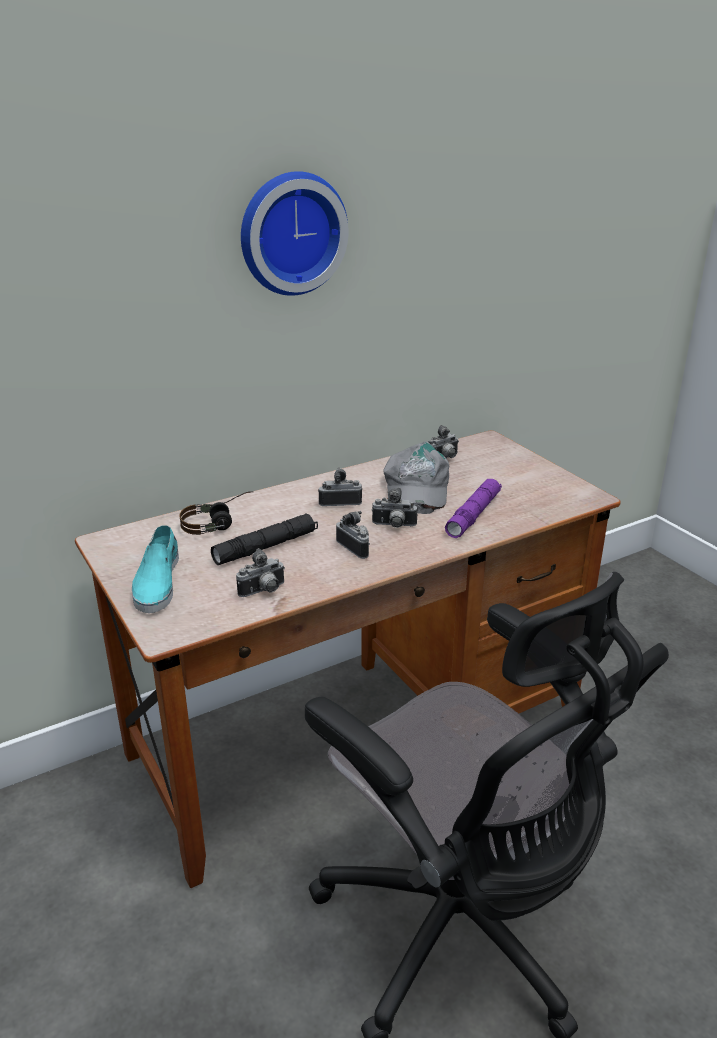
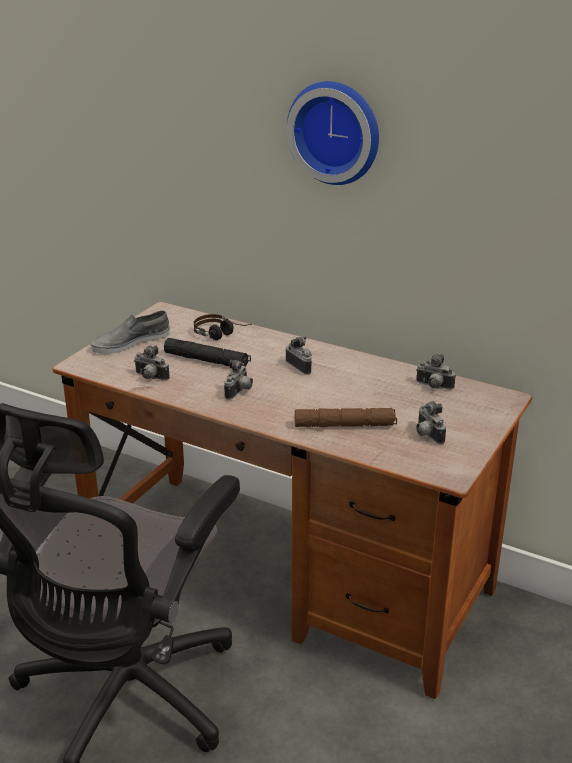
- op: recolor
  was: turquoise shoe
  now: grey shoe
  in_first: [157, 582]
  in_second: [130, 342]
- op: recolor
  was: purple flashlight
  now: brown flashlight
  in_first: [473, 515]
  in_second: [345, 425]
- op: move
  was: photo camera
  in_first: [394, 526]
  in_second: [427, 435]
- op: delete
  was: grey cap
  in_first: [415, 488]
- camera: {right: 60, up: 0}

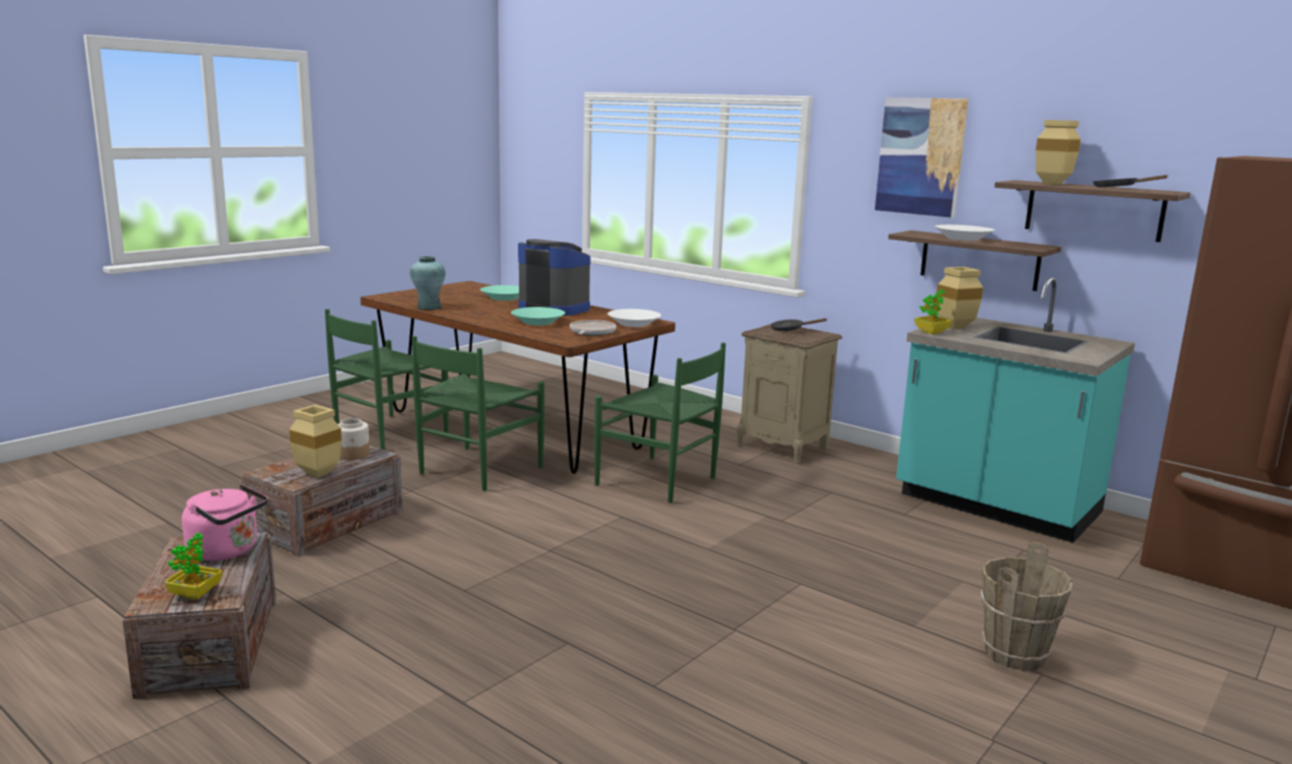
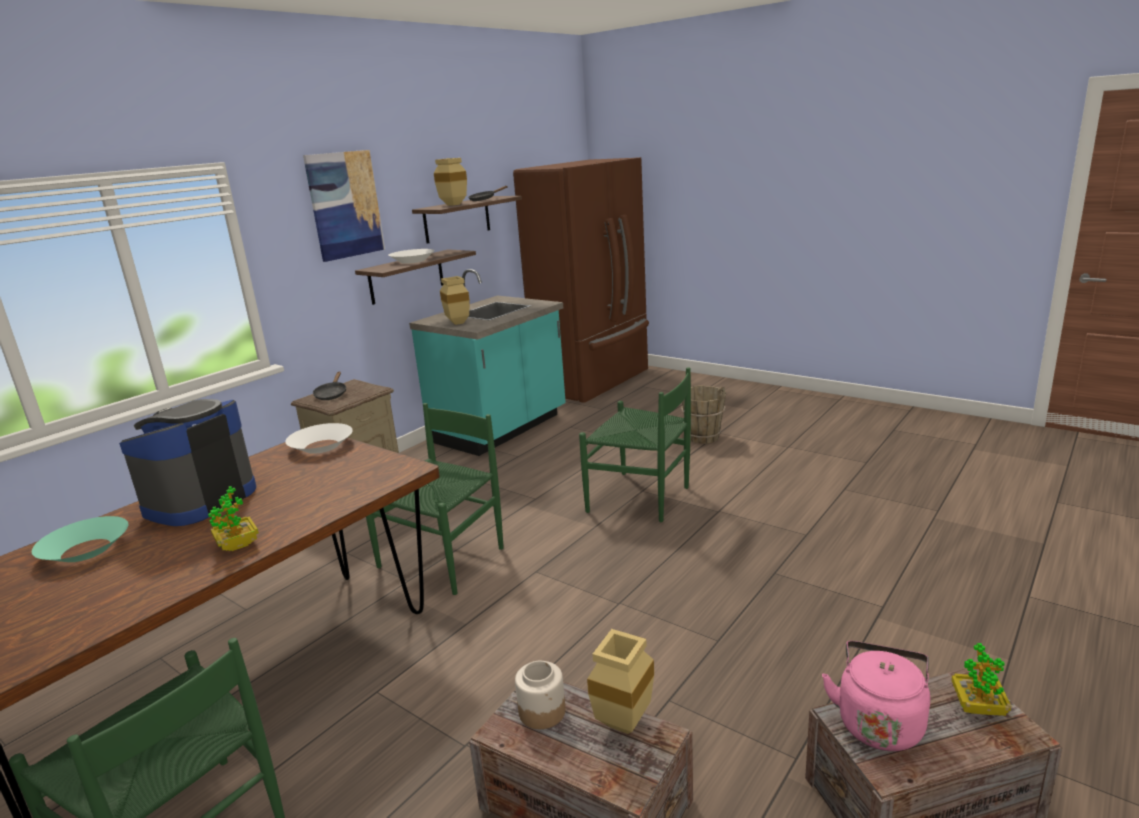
- op: move
  was: potted plant
  in_first: [931, 332]
  in_second: [238, 545]
- op: move
  was: green chair
  in_first: [477, 470]
  in_second: [640, 498]
- op: delete
  was: turquoise vase
  in_first: [429, 307]
- op: delete
  was: turquoise bowl
  in_first: [538, 322]
- op: delete
  was: frying pan
  in_first: [591, 332]
- camera: {right: -90, up: 5}

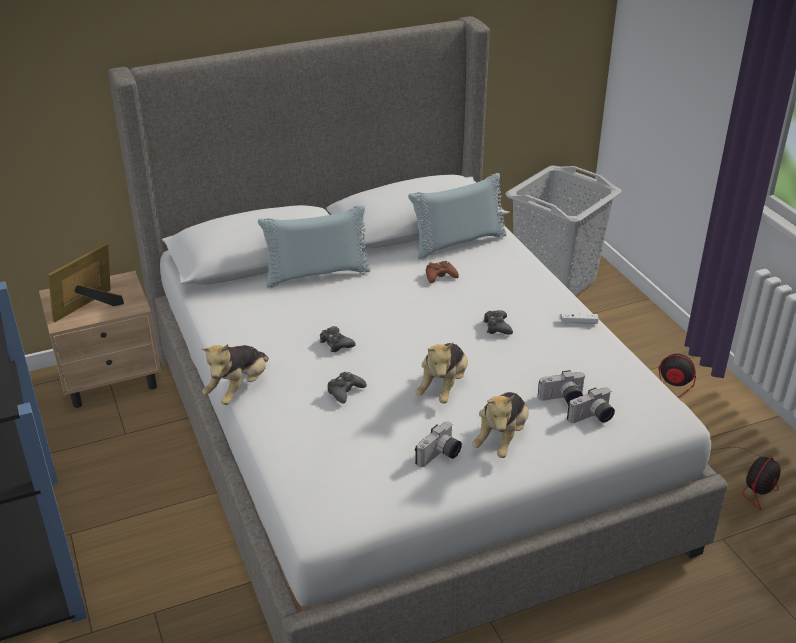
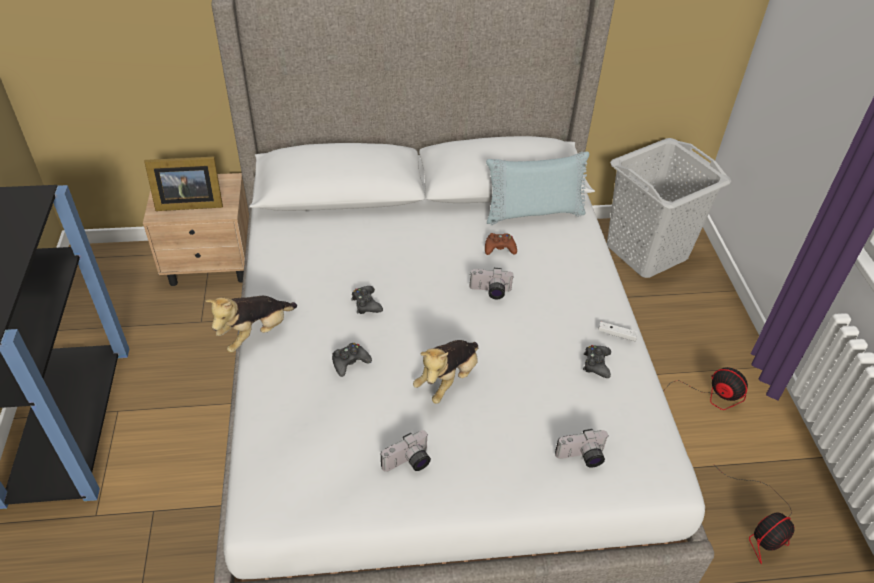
- op: rotate
  was: picture frame
  in_first: [90, 307]
  in_second: [187, 203]
  clockwise: -150
- op: move
  was: photo camera
  in_first: [562, 399]
  in_second: [490, 292]
- op: move
  was: black game controller
  in_first: [497, 327]
  in_second: [596, 364]
- op: delete
  was: blue pillow
  in_first: [317, 274]
- op: delete
  was: plush toy
  in_first: [501, 438]
- camera: {right: 15, up: 10}

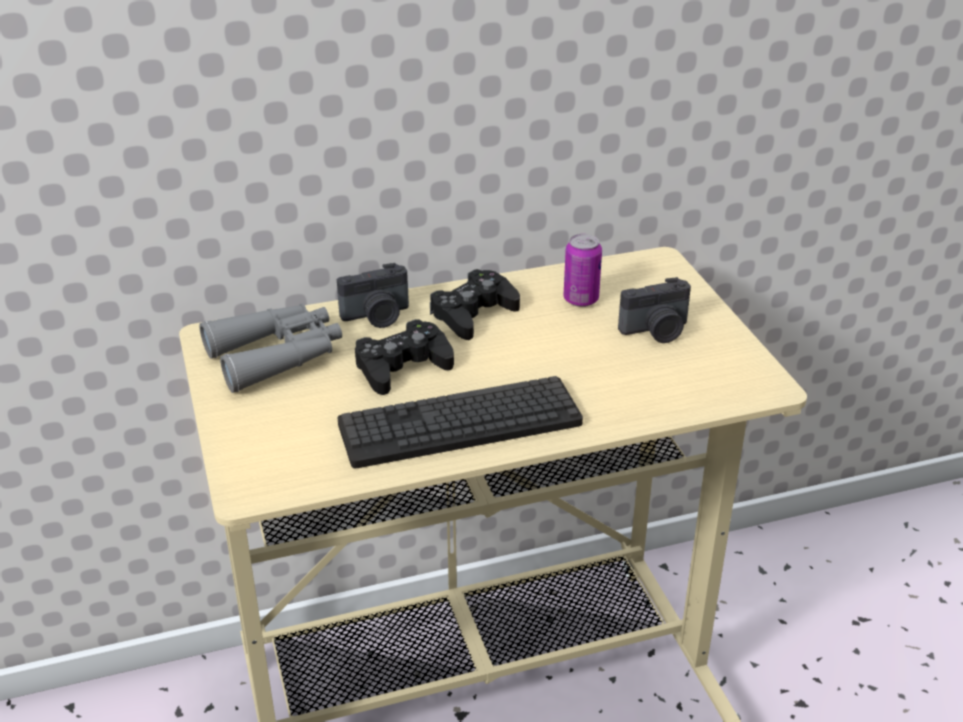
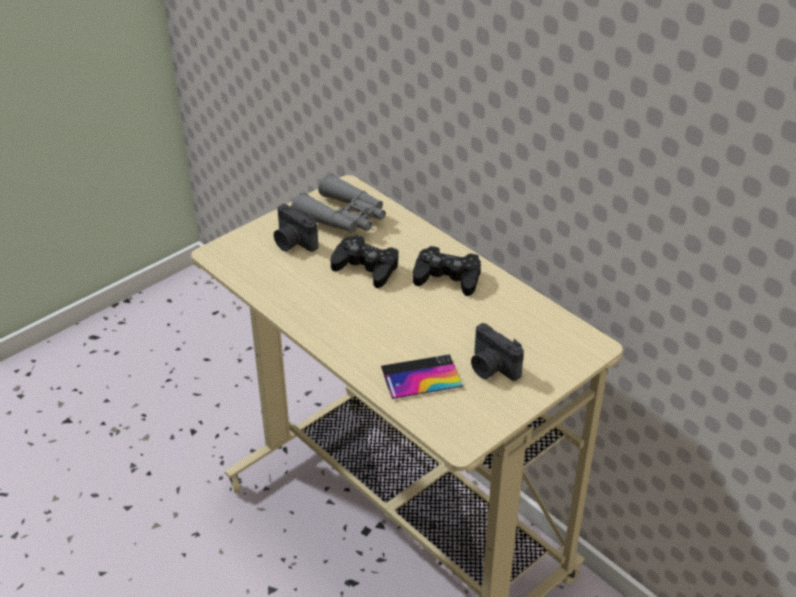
- op: move
  was: photo camera
  in_first: [377, 316]
  in_second: [293, 243]
- op: insert
  now: phone
  in_second: [421, 377]
- op: delete
  was: keyboard
  in_first: [460, 424]
- op: delete
  was: can
  in_first: [581, 299]
- camera: {right: 65, up: 5}

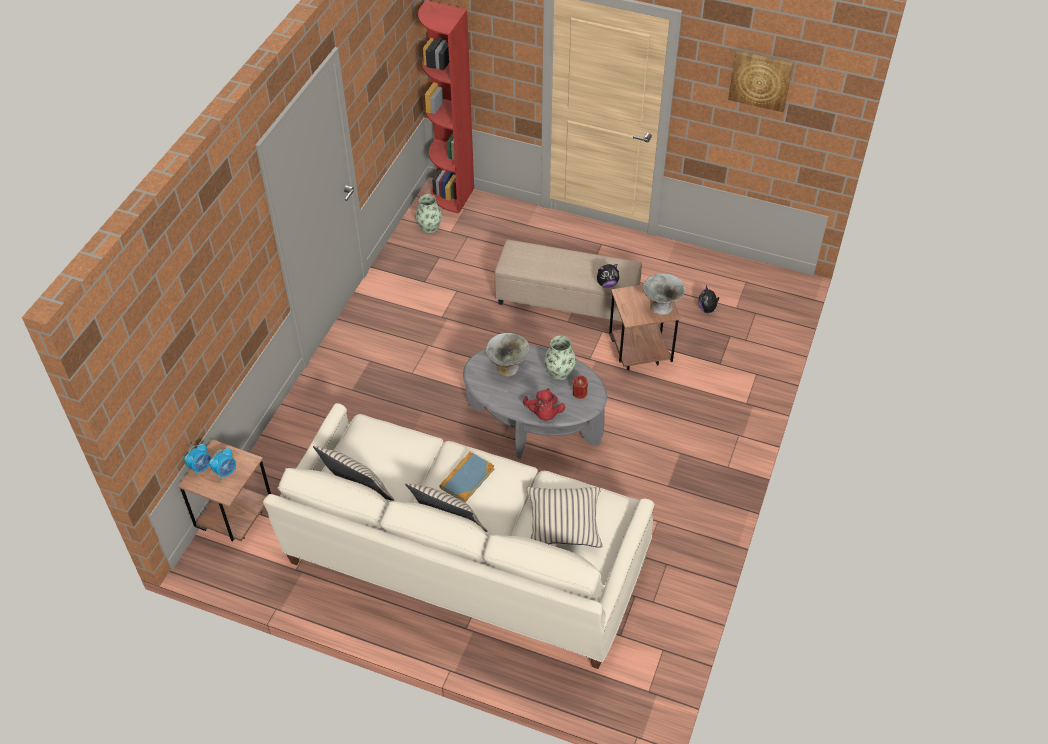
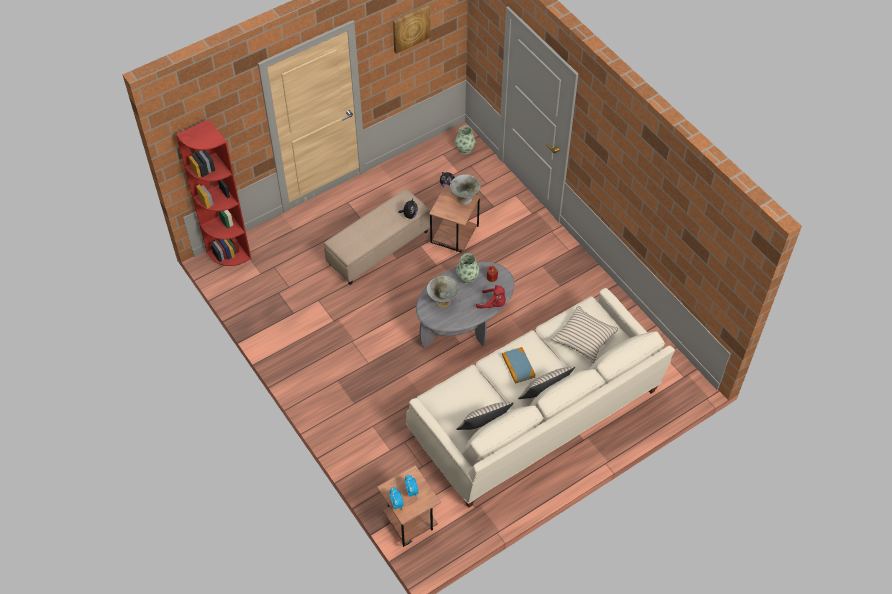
- op: move
  was: vase
  in_first: [429, 227]
  in_second: [465, 149]
- camera: {right: -55, up: 5}

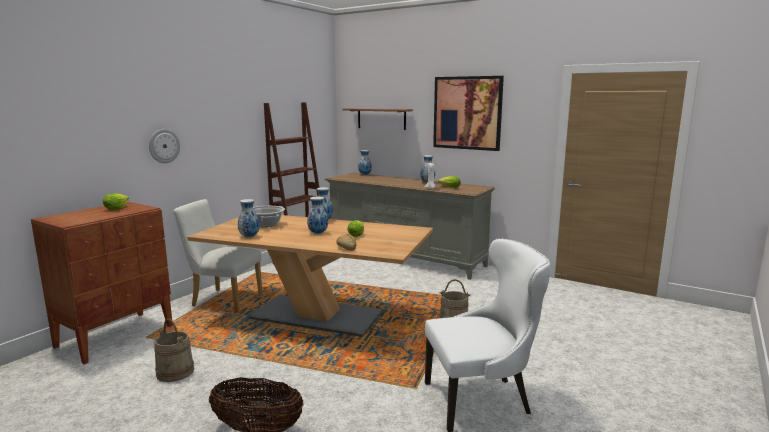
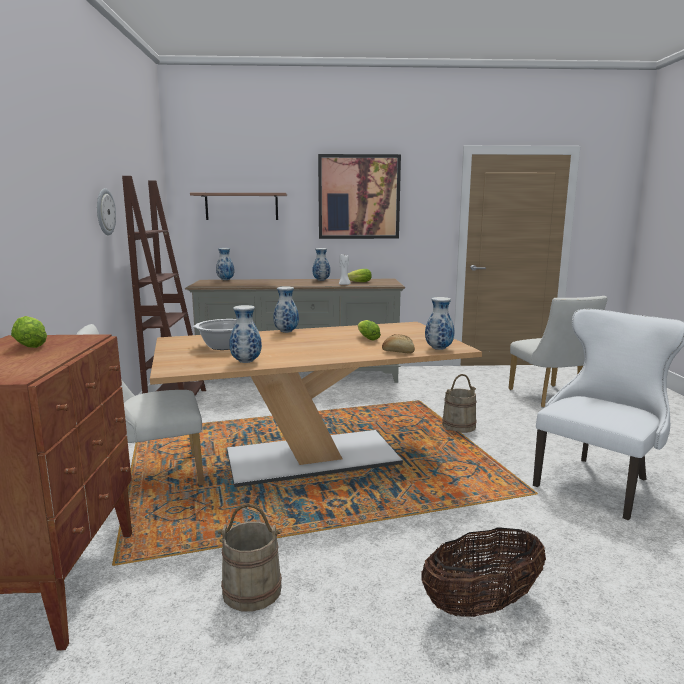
- op: move
  was: wall clock
  in_first: [164, 146]
  in_second: [104, 212]
- op: move
  was: vase
  in_first: [318, 233]
  in_second: [438, 348]
- op: insert
  now: white chair
  in_second: [550, 398]
- camera: {right: -35, up: 0}

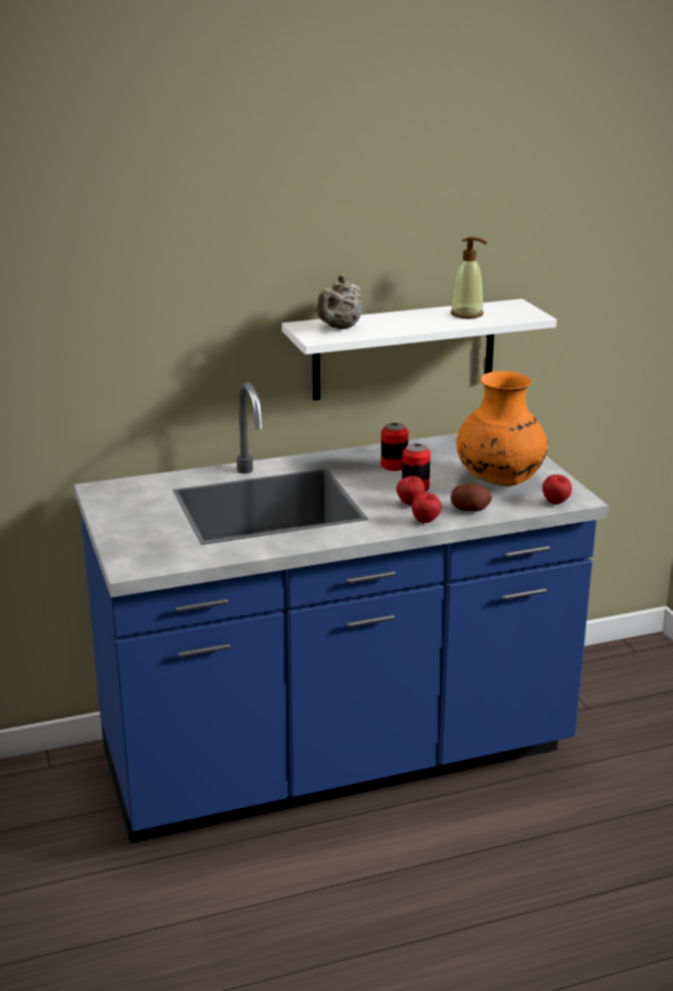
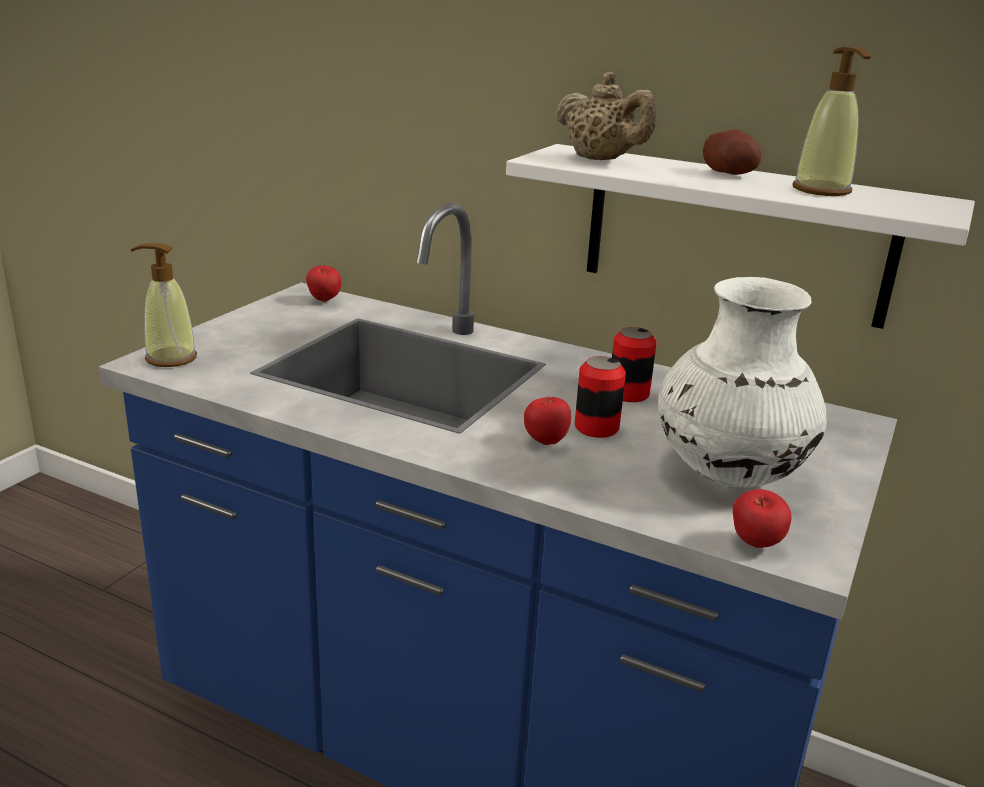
- op: insert
  now: soap dispenser
  in_second: [170, 358]
- op: move
  was: apple
  in_first: [426, 522]
  in_second: [324, 301]
- op: rotate
  was: beige teapot
  in_first: [340, 328]
  in_second: [601, 160]
  clockwise: -120
- op: recolor
  was: orange vase
  now: white vase
  in_first: [499, 482]
  in_second: [728, 474]
- op: move
  was: potato
  in_first: [470, 509]
  in_second: [729, 174]
- camera: {right: 45, up: 0}

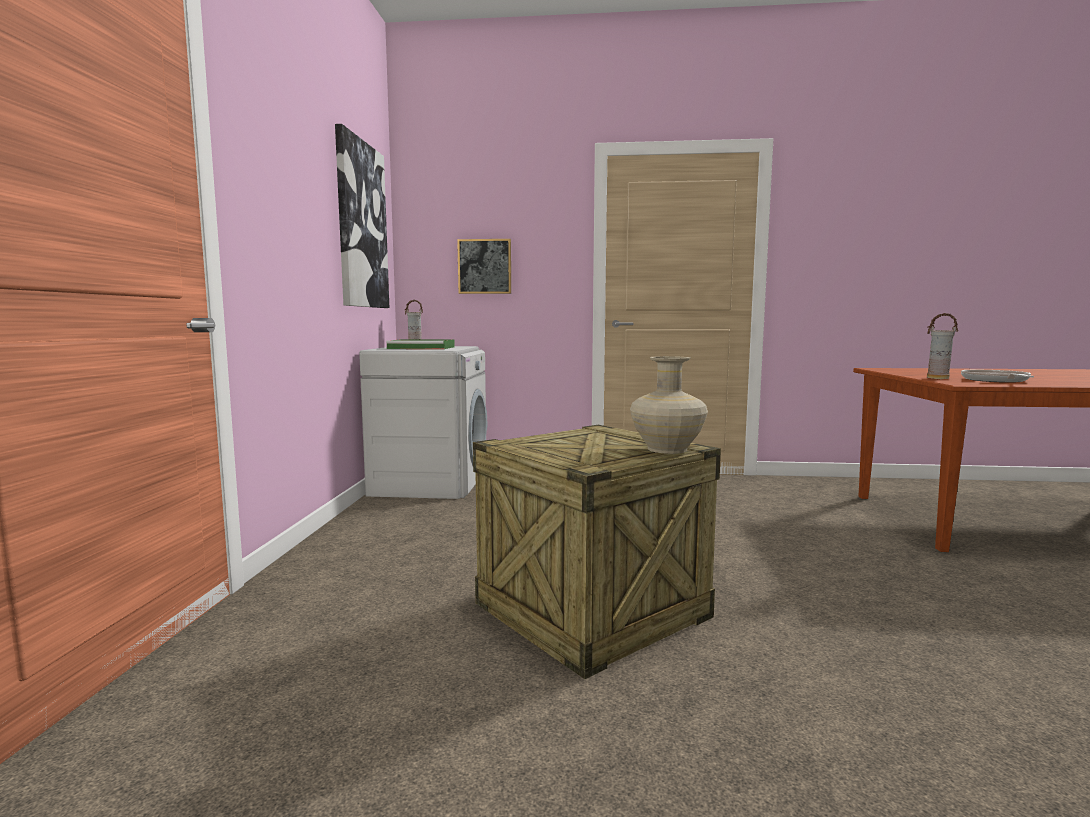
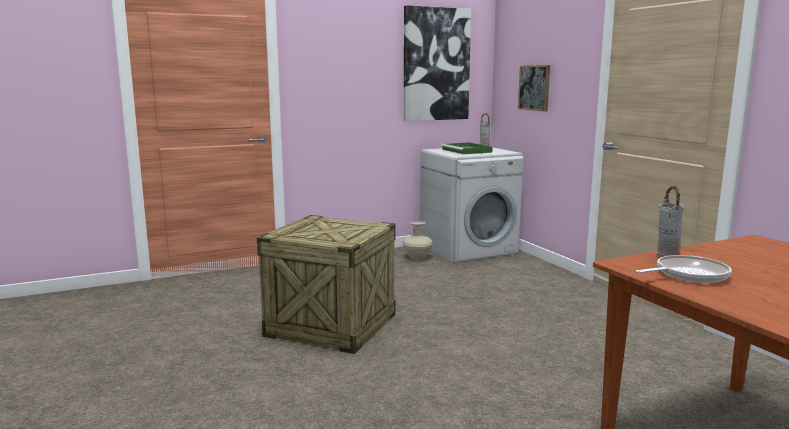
- op: move
  was: beige vase
  in_first: [667, 449]
  in_second: [417, 258]
- camera: {right: 60, up: 5}

